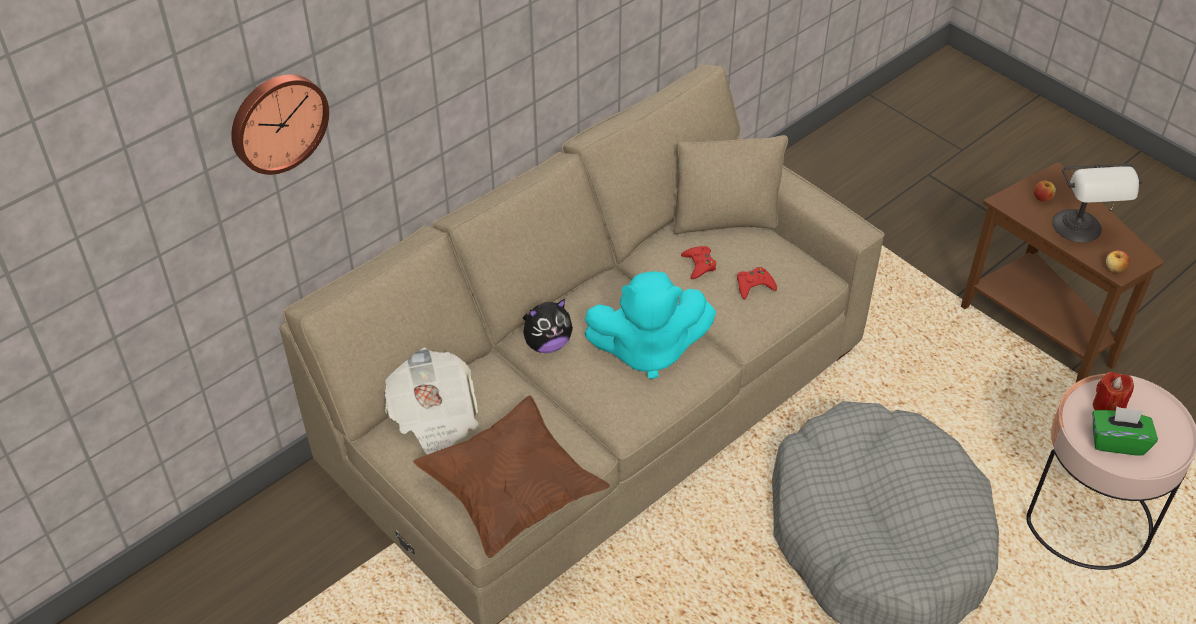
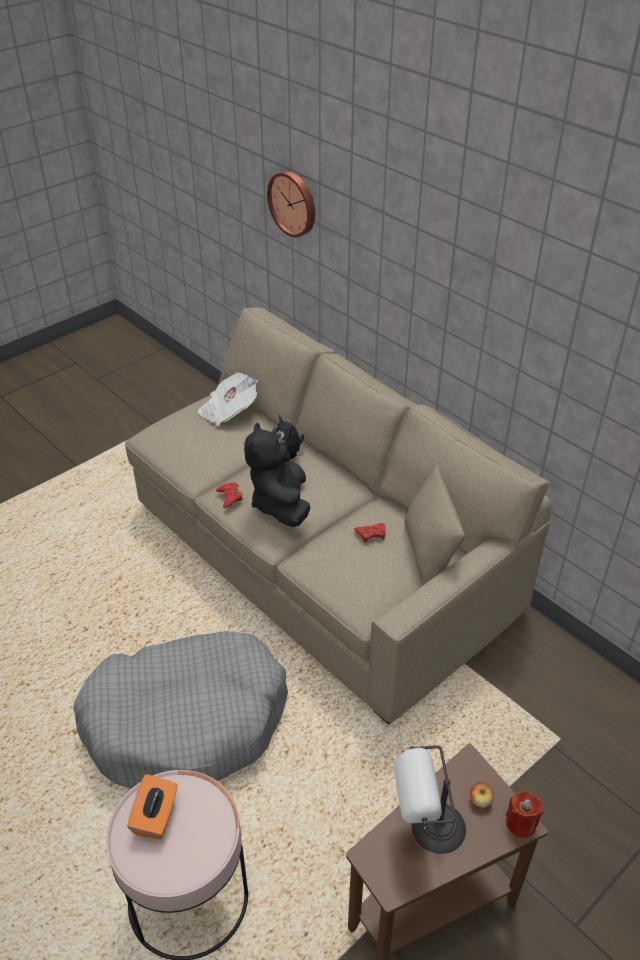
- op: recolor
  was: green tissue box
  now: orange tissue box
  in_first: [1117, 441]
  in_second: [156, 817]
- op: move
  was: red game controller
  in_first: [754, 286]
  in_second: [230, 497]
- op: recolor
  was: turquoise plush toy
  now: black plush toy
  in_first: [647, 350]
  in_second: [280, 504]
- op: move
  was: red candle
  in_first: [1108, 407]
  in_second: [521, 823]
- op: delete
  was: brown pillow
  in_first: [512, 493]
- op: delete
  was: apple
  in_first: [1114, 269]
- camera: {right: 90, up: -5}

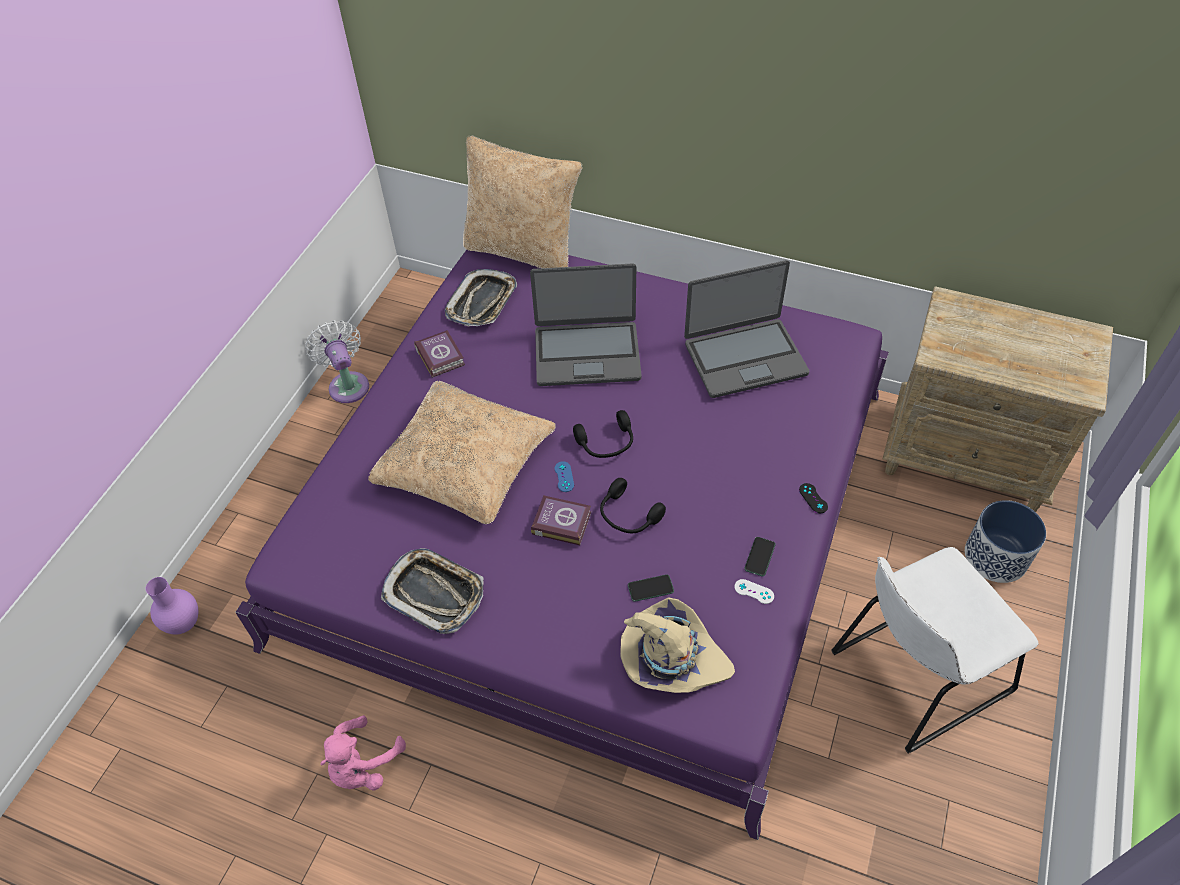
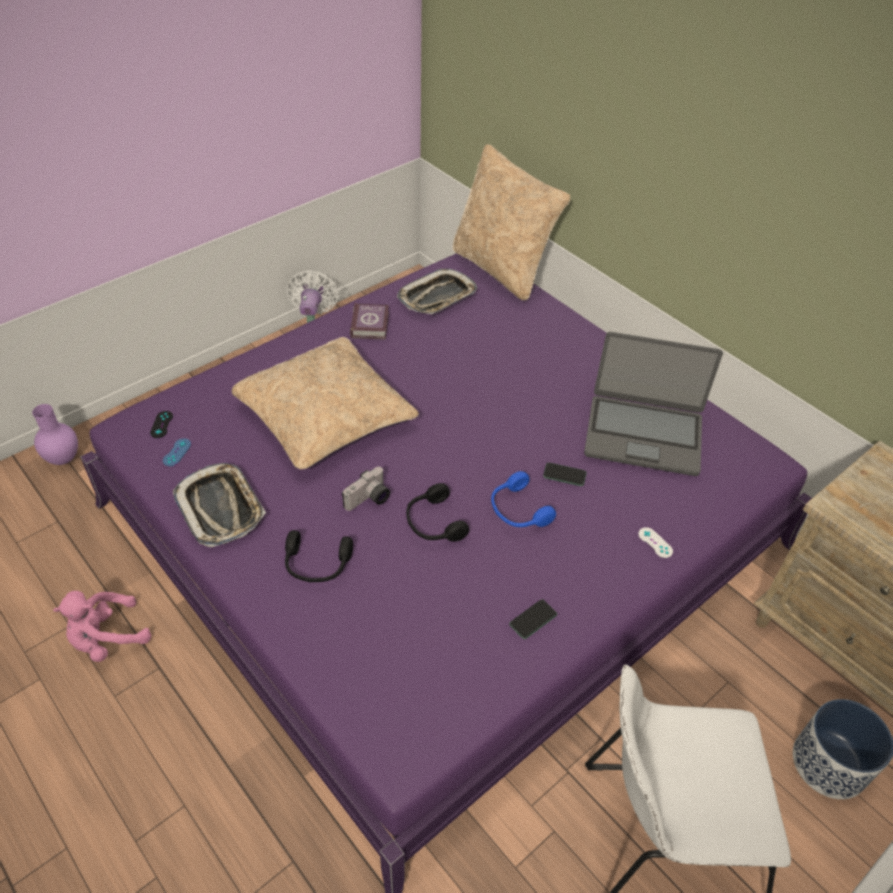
- op: move
  was: black game controller
  in_first: [813, 498]
  in_second: [161, 424]
- op: move
  was: blue game controller
  in_first: [564, 477]
  in_second: [177, 452]
- op: move
  was: black headphones
  in_first: [606, 443]
  in_second: [316, 565]
- op: replace
  was: book
  now: photo camera
  in_first: [560, 522]
  in_second: [369, 500]
- op: insert
  now: blue headphones
  in_second: [517, 510]
- op: move
  was: phone
  in_first: [650, 588]
  in_second: [564, 475]
- op: move
  was: white game controller
  in_first: [754, 591]
  in_second: [655, 542]
- op: delete
  was: laptop
  in_first: [587, 353]
- op: delete
  was: beige hat
  in_first: [671, 658]
- camera: {right: 25, up: -5}

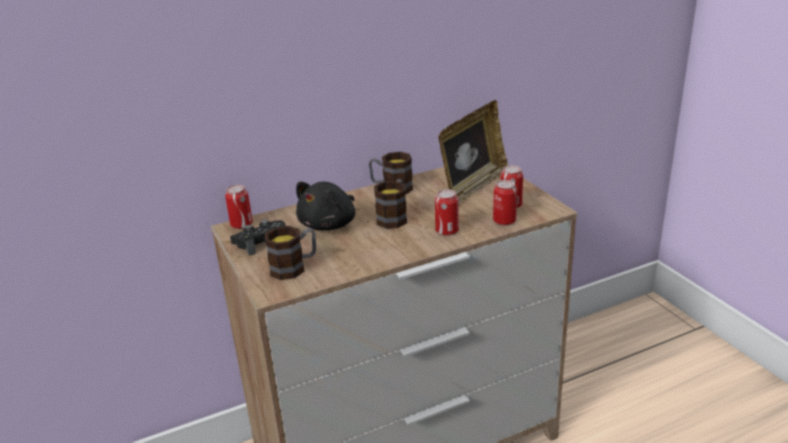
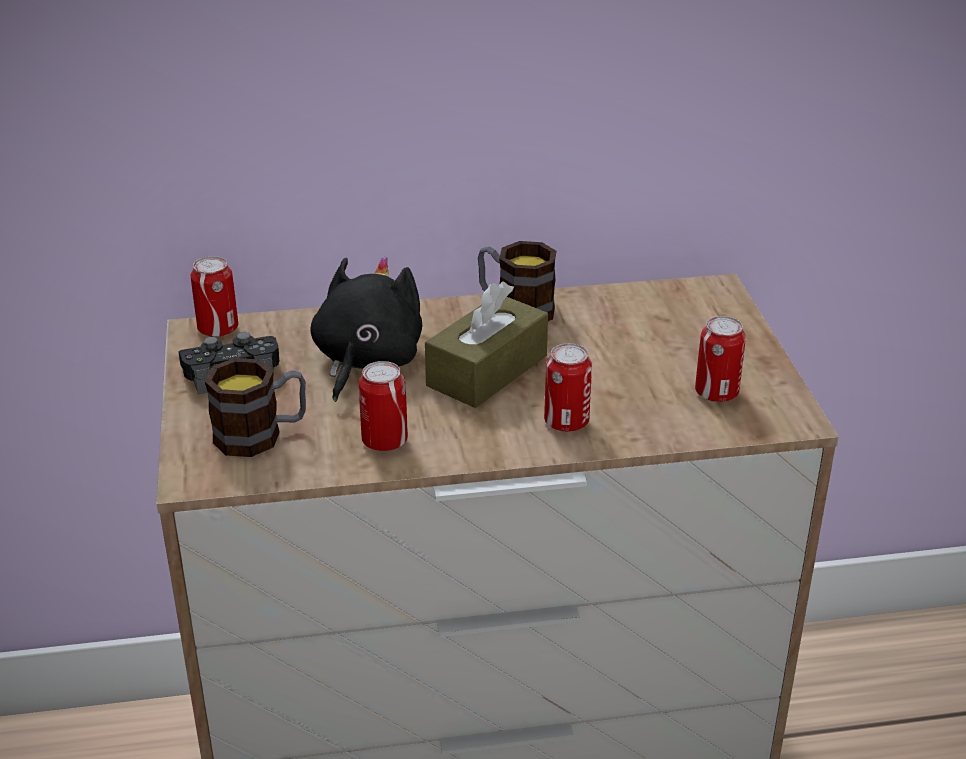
- op: rotate
  was: black plush toy
  in_first: [329, 224]
  in_second: [366, 361]
  clockwise: 150
- op: move
  was: can
  in_first: [504, 221]
  in_second: [384, 441]
- op: replace
  was: mug
  now: brown tissue box
  in_first: [394, 217]
  in_second: [487, 371]
- op: delete
  was: picture frame
  in_first: [473, 187]
- camera: {right: 15, up: 5}

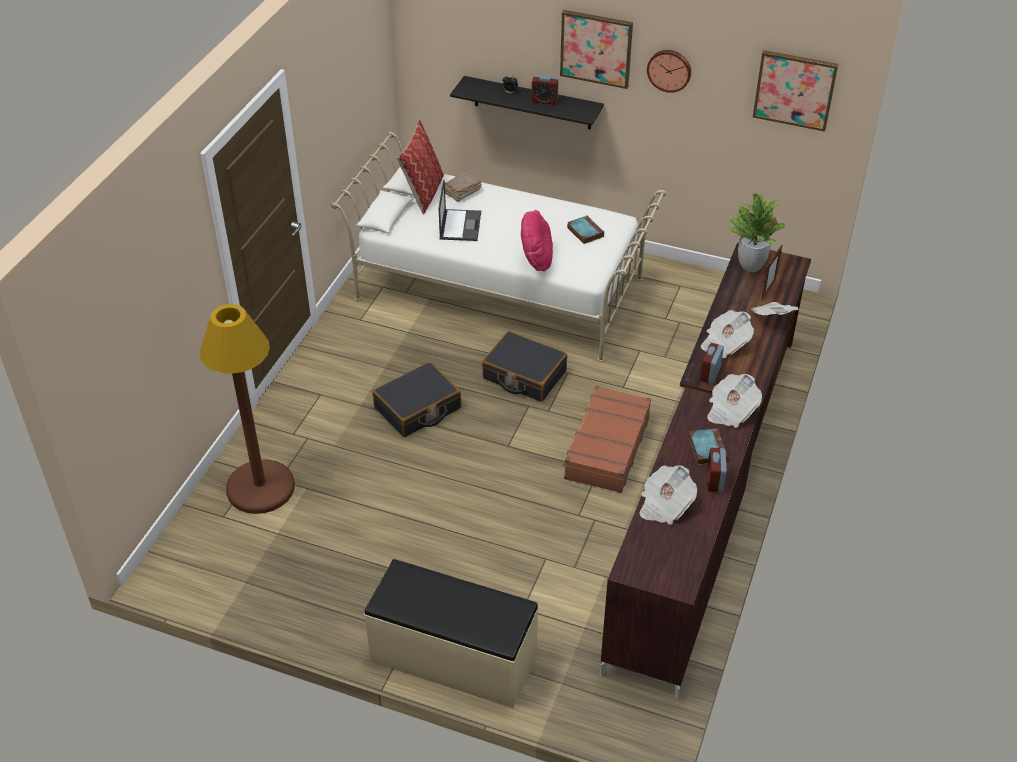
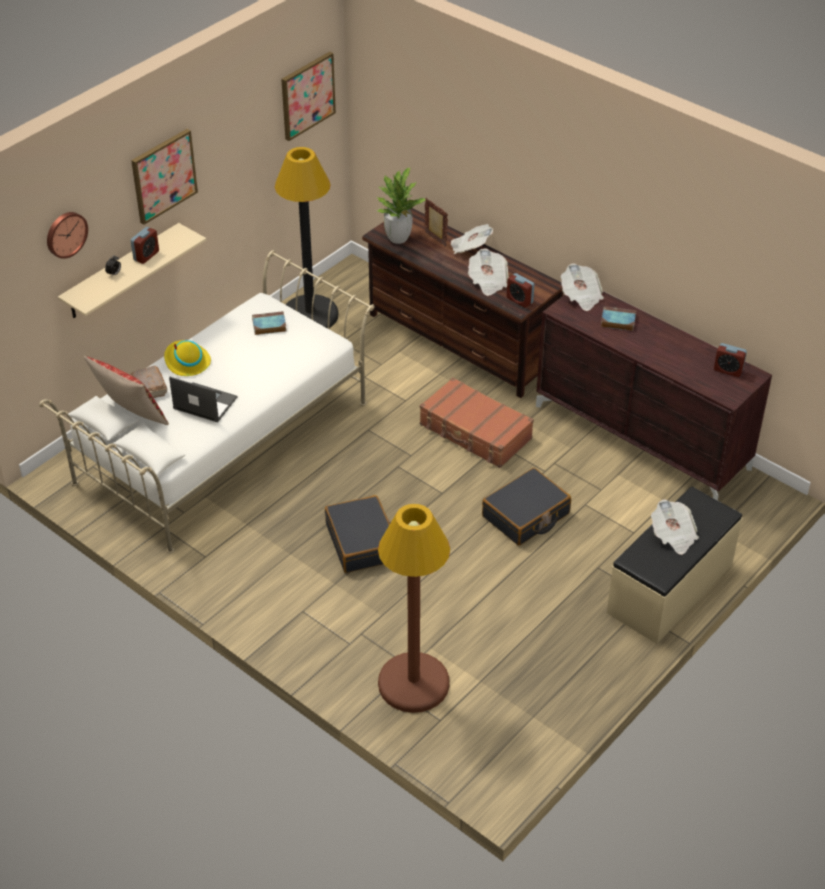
- op: move
  was: wall clock
  in_first: [669, 70]
  in_second: [65, 234]
- op: recolor
  was: black shelf
  now: beige shelf
  in_first: [532, 103]
  in_second: [122, 272]
- op: insert
  now: yellow hat
  in_second: [186, 361]
- op: insert
  now: black floor lamp
  in_second: [310, 315]
- op: move
  was: black suitcase
  in_first: [524, 375]
  in_second: [526, 515]
- op: move
  was: newspaper
  in_first: [664, 505]
  in_second: [673, 536]
- op: move
  was: alarm clock
  in_first: [714, 480]
  in_second: [728, 370]
- op: delete
  was: pink pillow
  in_first: [536, 261]
- camera: {right: -70, up: 0}

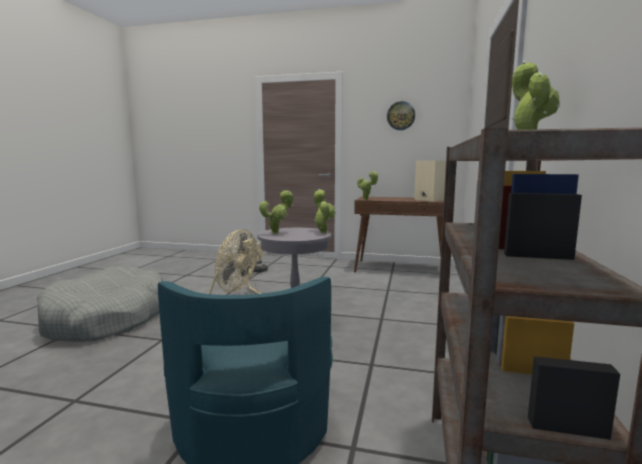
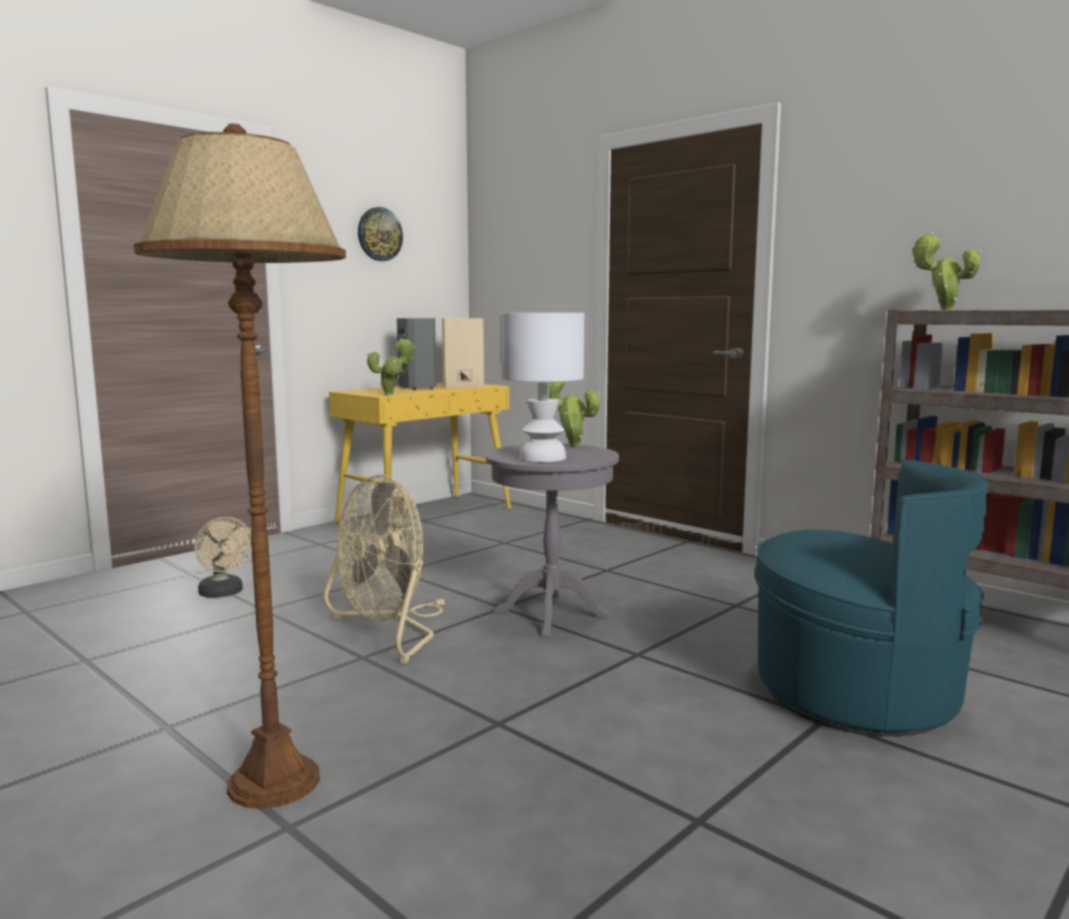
- op: replace
  was: grey dog bed
  now: brown floor lamp
  in_first: [106, 319]
  in_second: [274, 781]
- op: recolor
  was: brown console table
  now: yellow console table
  in_first: [400, 269]
  in_second: [426, 515]
- op: insert
  now: grey speaker
  in_second: [418, 388]
- op: replace
  was: potted plant
  now: white table lamp
  in_first: [277, 233]
  in_second: [541, 458]
- camera: {right: -60, up: 0}

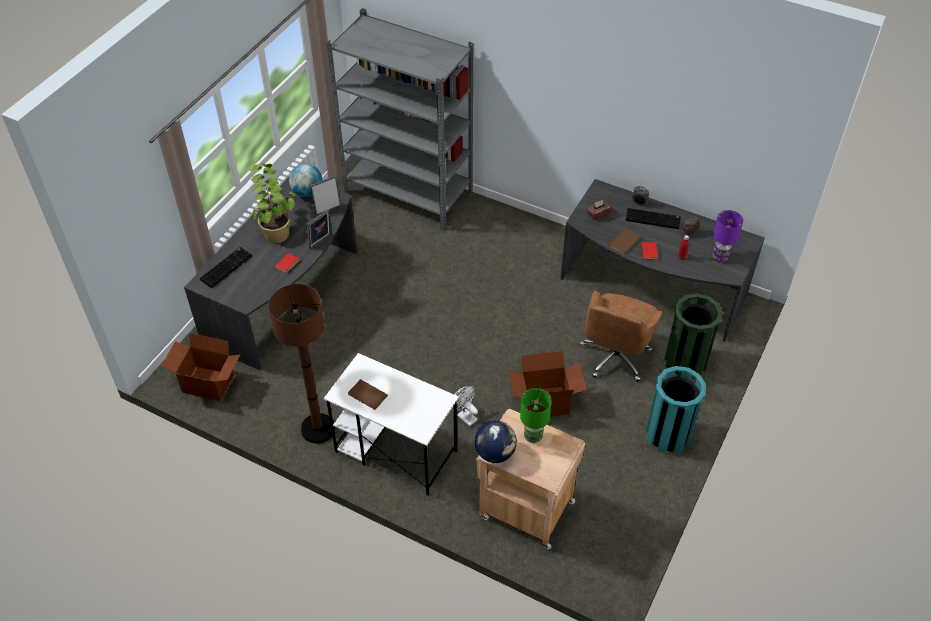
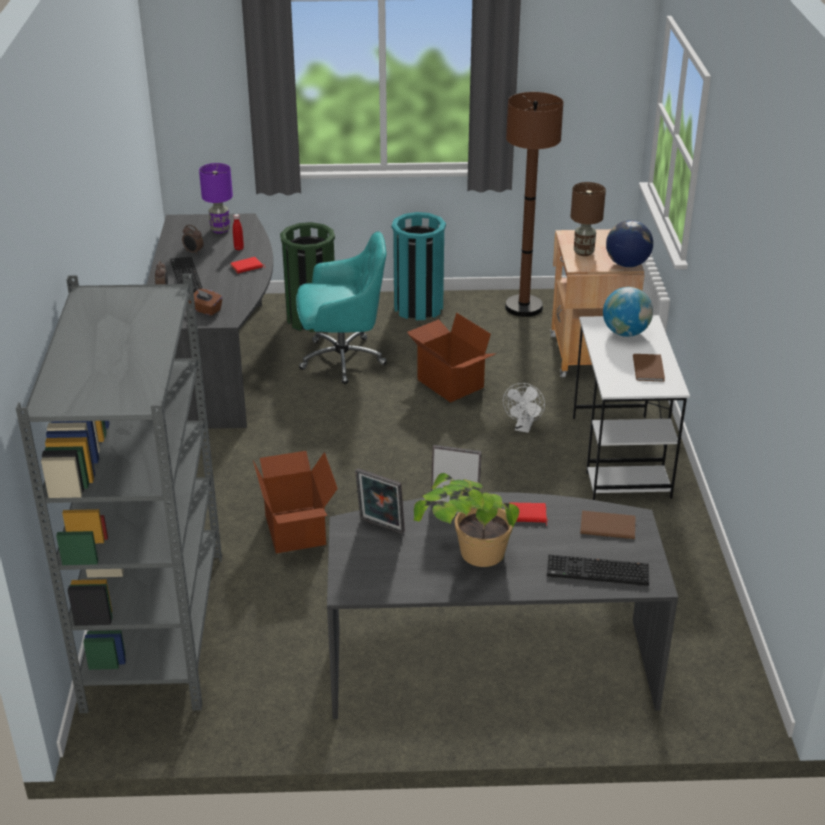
- op: move
  was: cardboard box
  in_first: [207, 384]
  in_second: [296, 529]
- op: recolor
  was: brown office chair
  now: turquoise office chair
  in_first: [614, 356]
  in_second: [342, 360]
- op: move
  was: brown floor lamp
  in_first: [318, 429]
  in_second: [524, 307]
- op: recolor
  was: green table lamp
  now: brown table lamp
  in_first: [532, 436]
  in_second: [584, 252]
- op: move
  was: brown book
  in_first: [625, 241]
  in_second: [606, 525]
- op: move
  was: globe
  in_first: [307, 192]
  in_second: [625, 333]
- camera: {right: -120, up: -15}

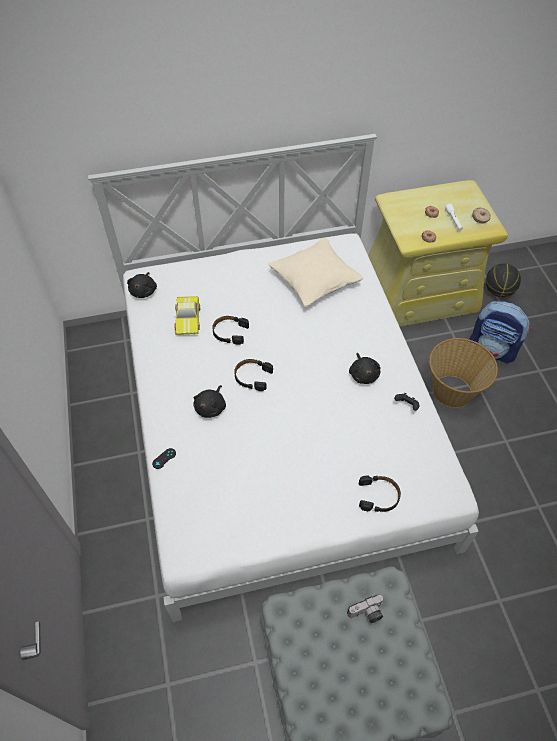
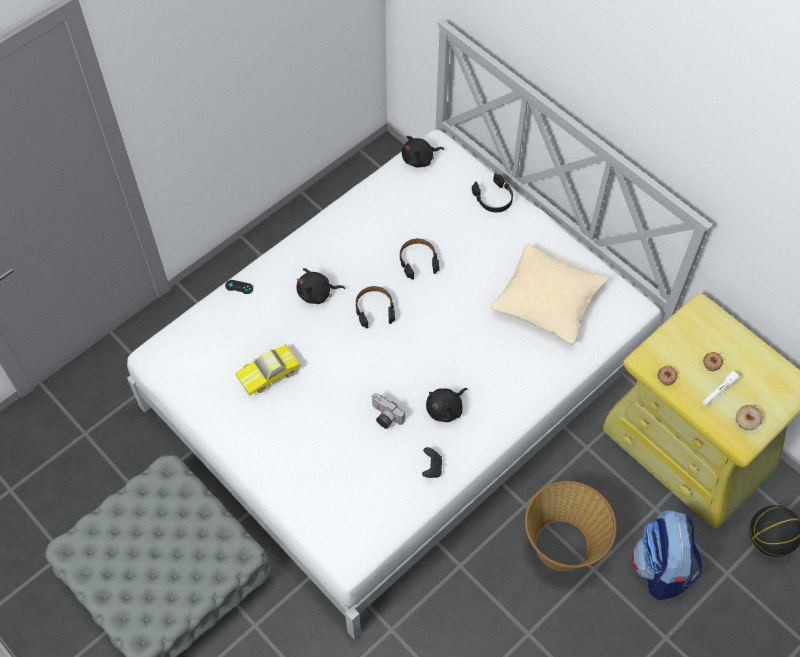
- op: move
  was: toy car
  in_first: [188, 319]
  in_second: [269, 373]
- op: move
  was: photo camera
  in_first: [366, 614]
  in_second: [384, 417]
- op: move
  was: black headphones
  in_first: [378, 496]
  in_second: [493, 198]
- camera: {right: 60, up: 5}

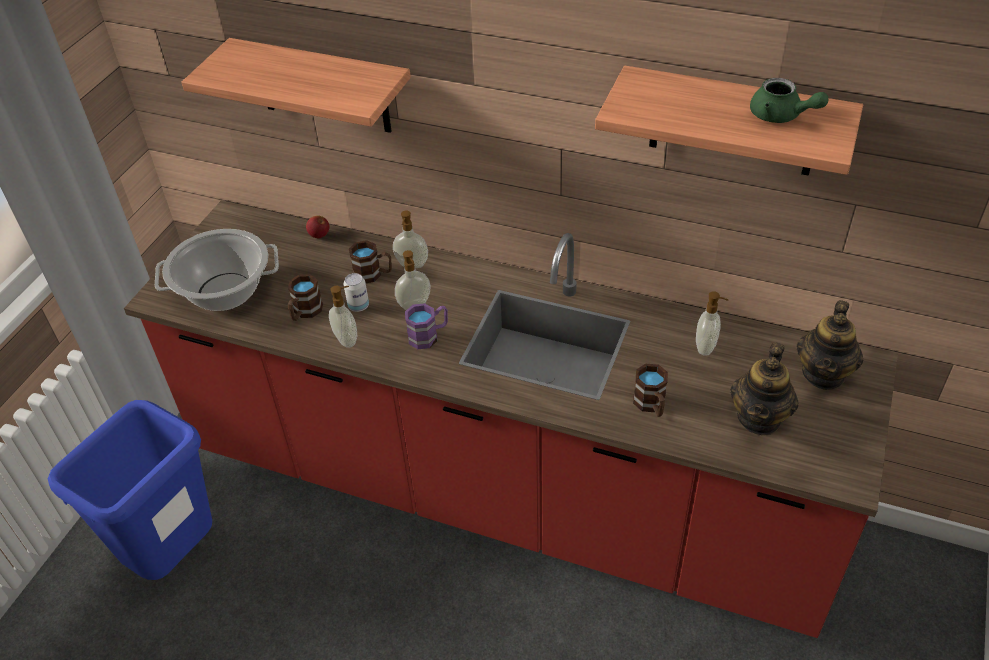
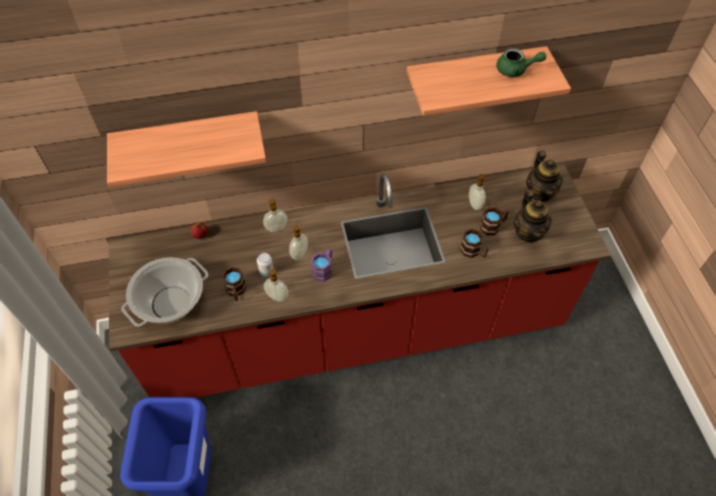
- op: move
  was: brown mug
  in_first: [373, 274]
  in_second: [493, 226]
- camera: {right: -35, up: 10}

